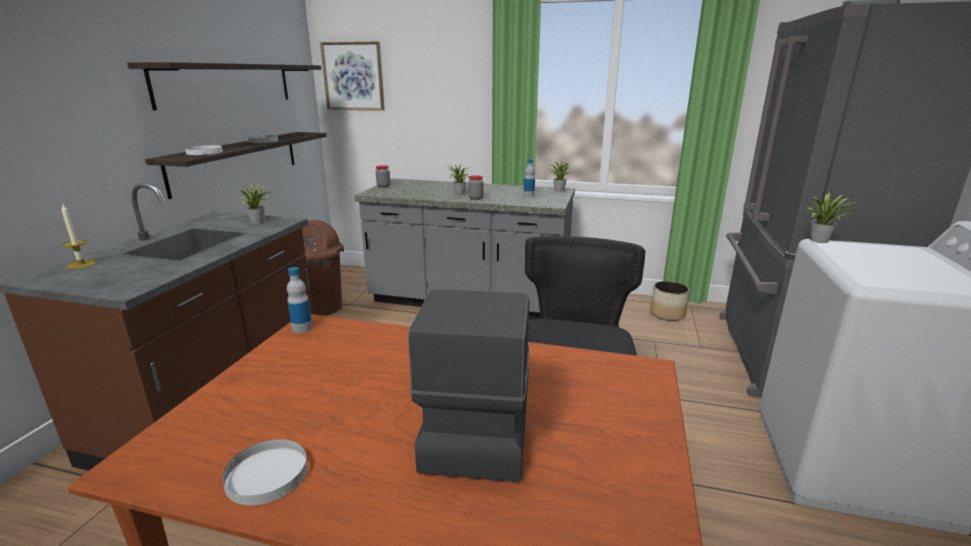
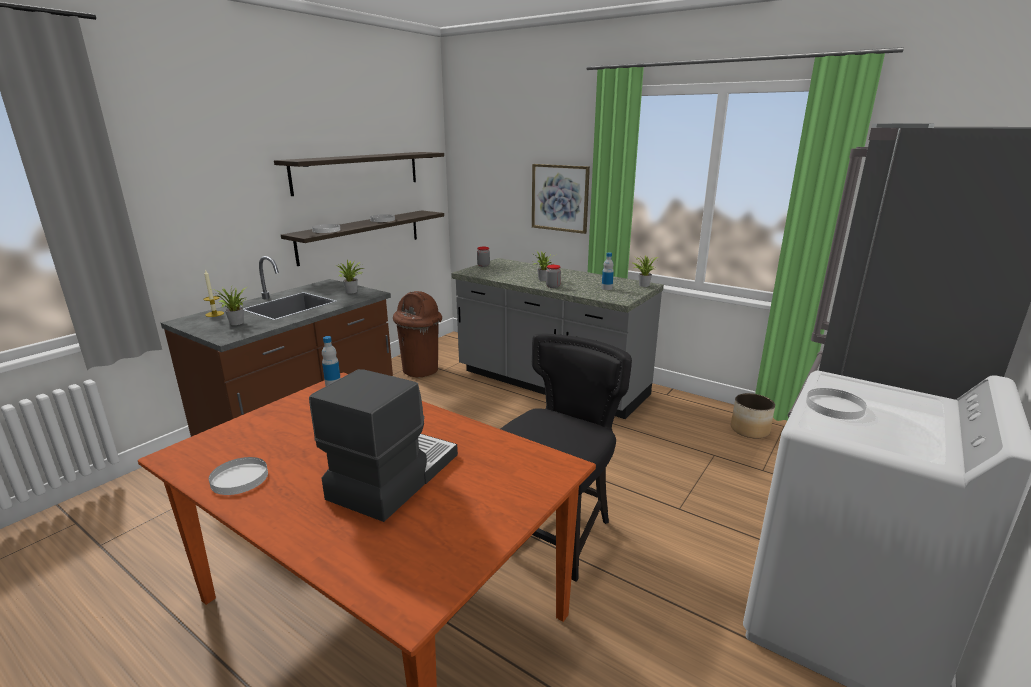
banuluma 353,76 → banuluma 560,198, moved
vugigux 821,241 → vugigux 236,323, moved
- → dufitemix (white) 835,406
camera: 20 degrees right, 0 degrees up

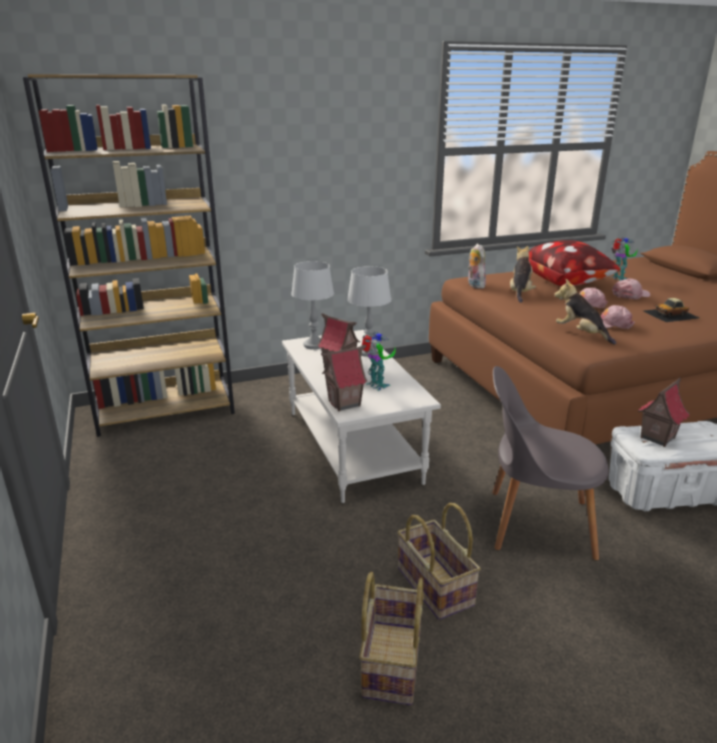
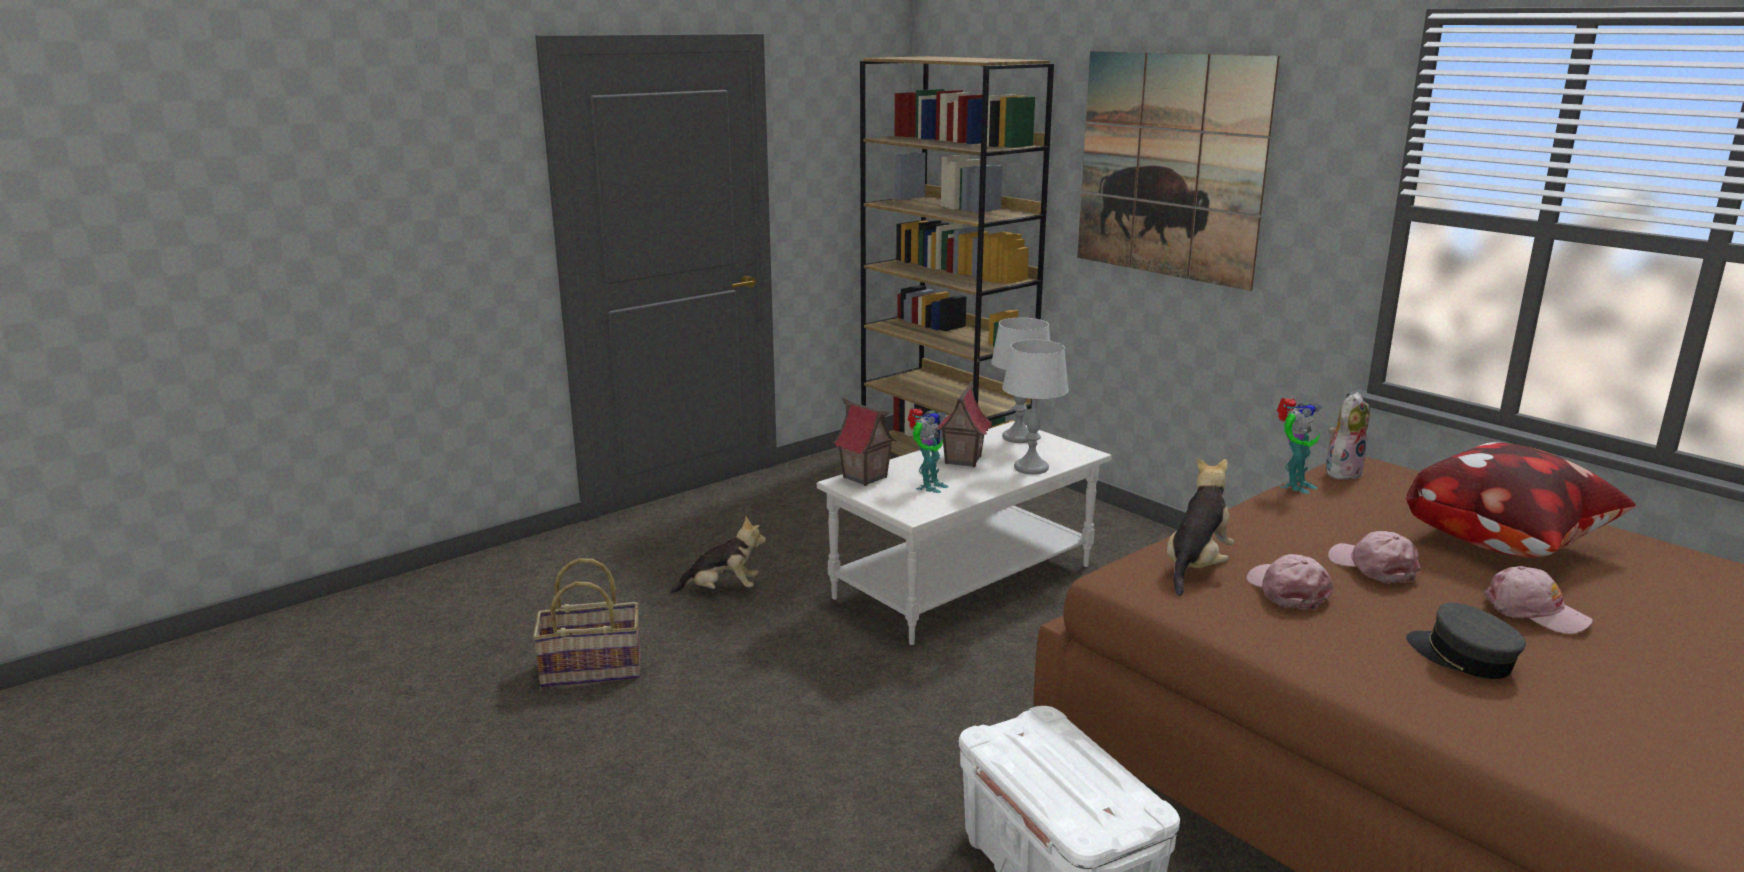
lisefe 618,278 → lisefe 1293,485, moved
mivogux 520,293 → mivogux 722,590, moved
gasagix 671,314 → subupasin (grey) 1462,657
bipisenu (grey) 535,523 → -
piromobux 657,437 → -
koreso 433,586 → -
- → banuluma 1170,166
camera: 70 degrees right, 5 degrees down

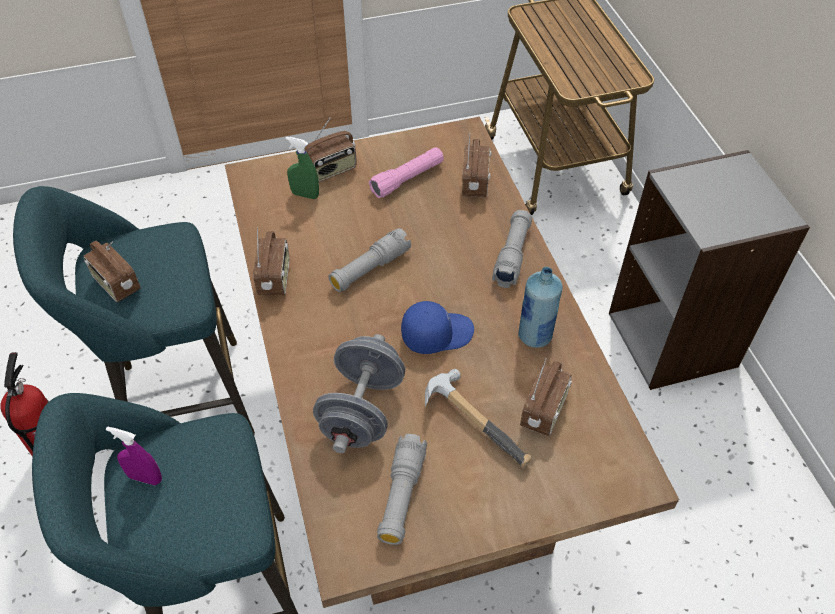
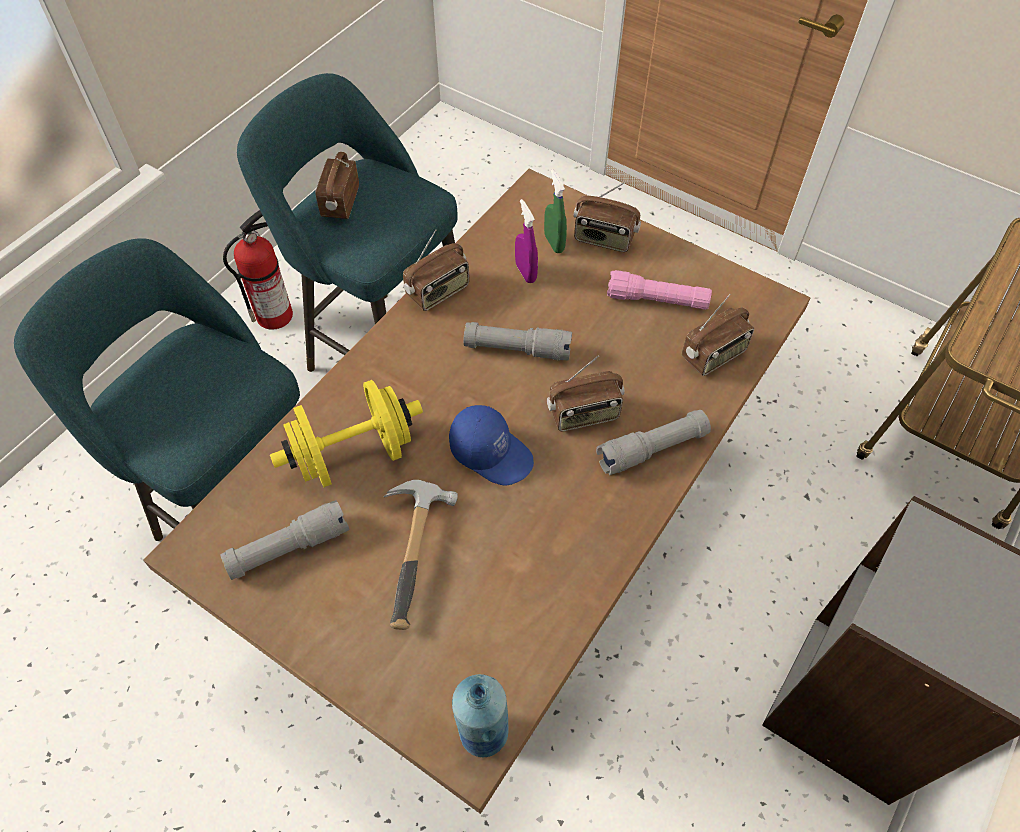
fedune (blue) 535,336 → fedune (blue) 482,733, moved
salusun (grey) 361,410 → salusun (yellow) 353,455
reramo 544,411 → reramo 584,415, moved
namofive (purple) 145,478 → namofive (purple) 525,273, moved
camera: 50 degrees right, 5 degrees up

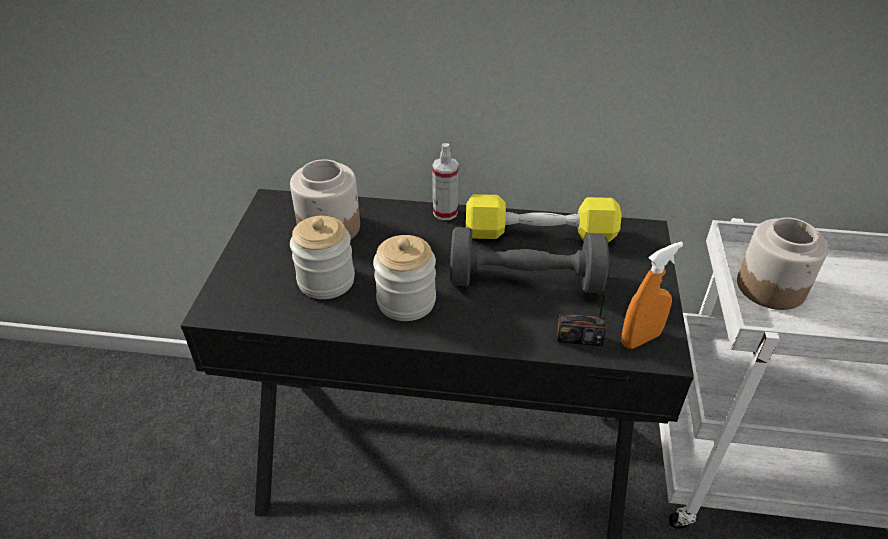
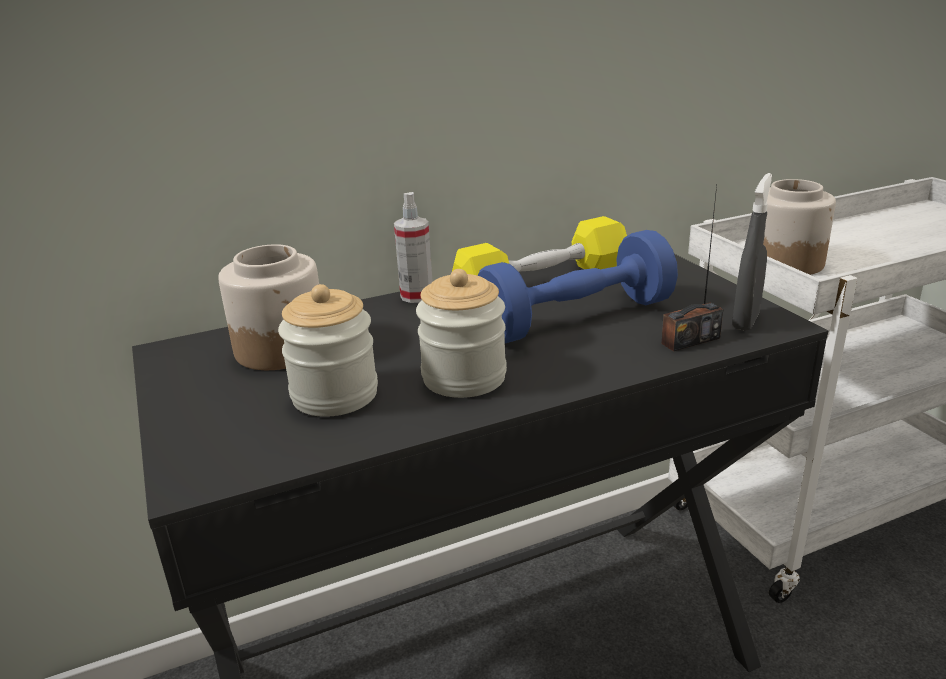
salusun (grey) 525,281 → salusun (blue) 576,319
namofive (orange) 640,339 → namofive (grey) 745,321
camera: 30 degrees left, 15 degrees down

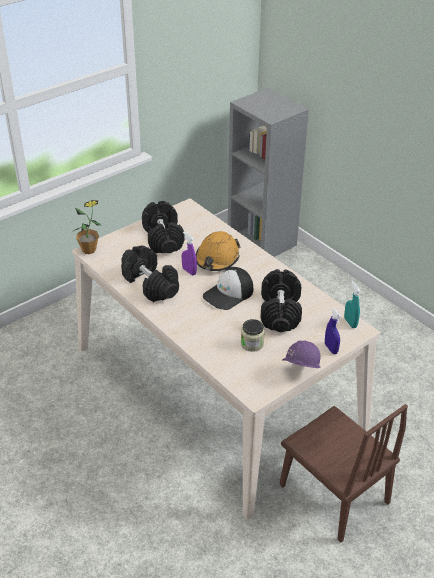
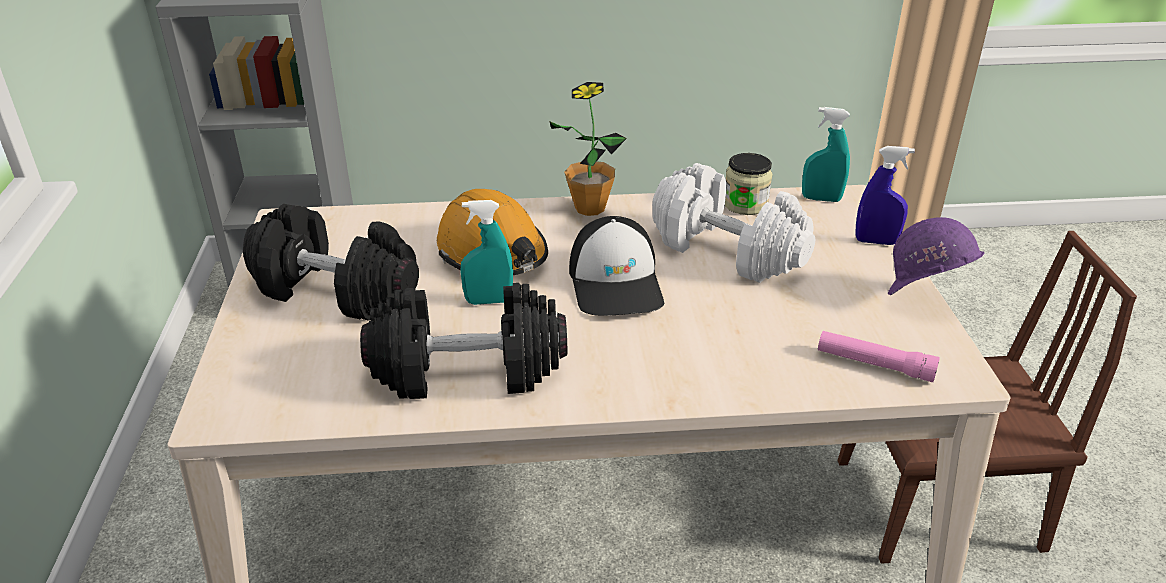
vugigux 89,250 → vugigux 590,208, moved
namofive (purple) 189,271 → namofive (turquoise) 488,301
salusun (black) 280,312 → salusun (white) 729,250
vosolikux 252,344 → vosolikux 745,204, moved
- → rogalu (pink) 874,364
camera: 55 degrees left, 5 degrees down

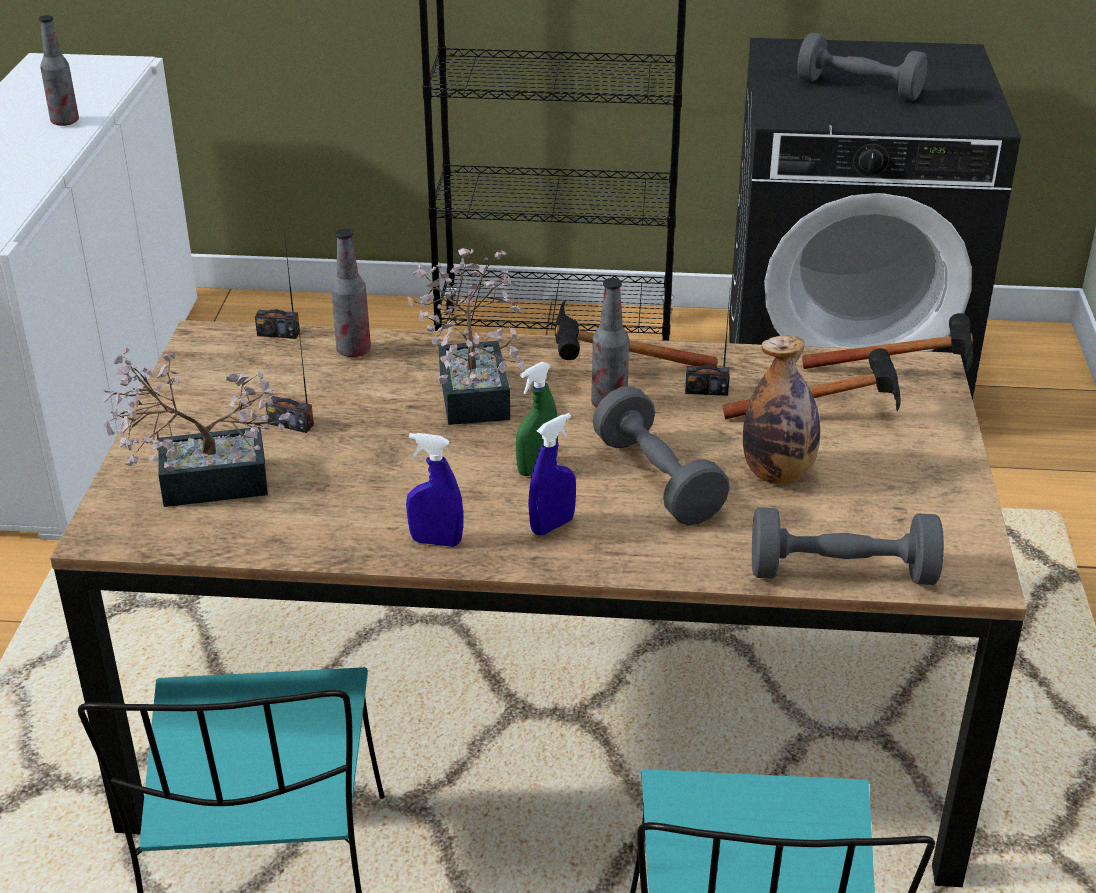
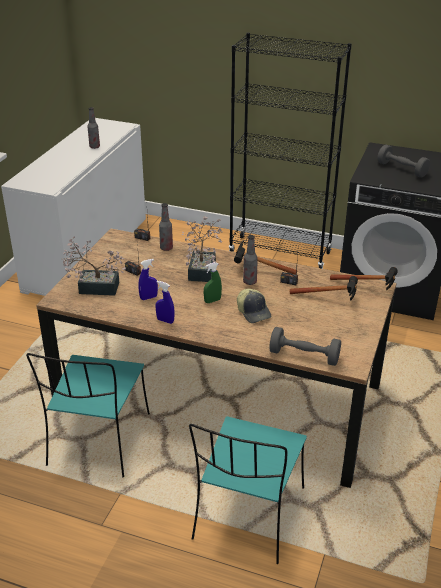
fedune 778,474 → -
salusun (grey) 657,480 → subupasin 254,312
namofive (blue) 552,526 → namofive (blue) 148,297, moved
camera: 15 degrees right, 0 degrees up

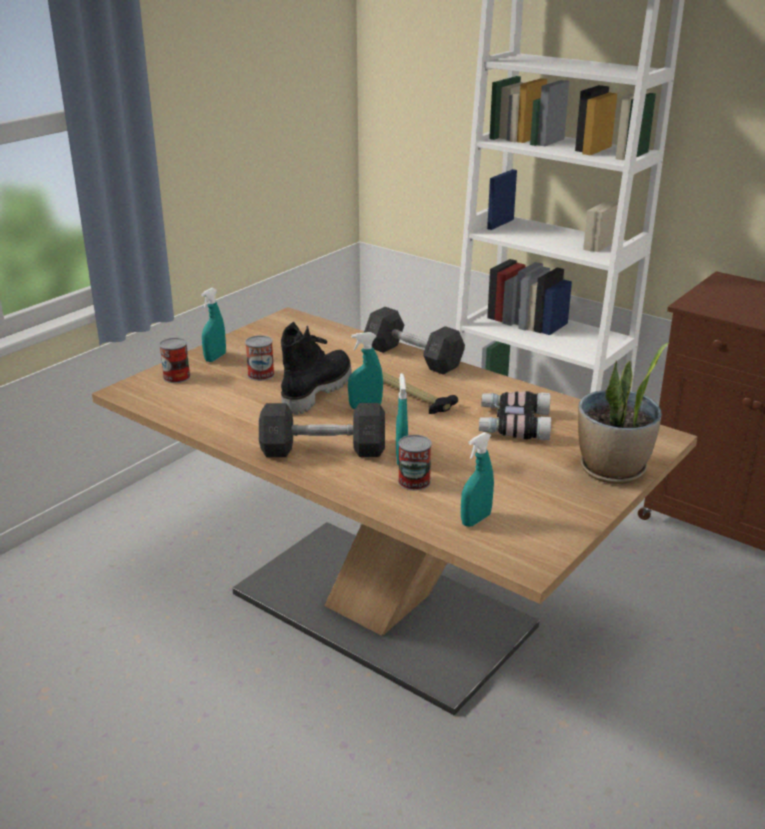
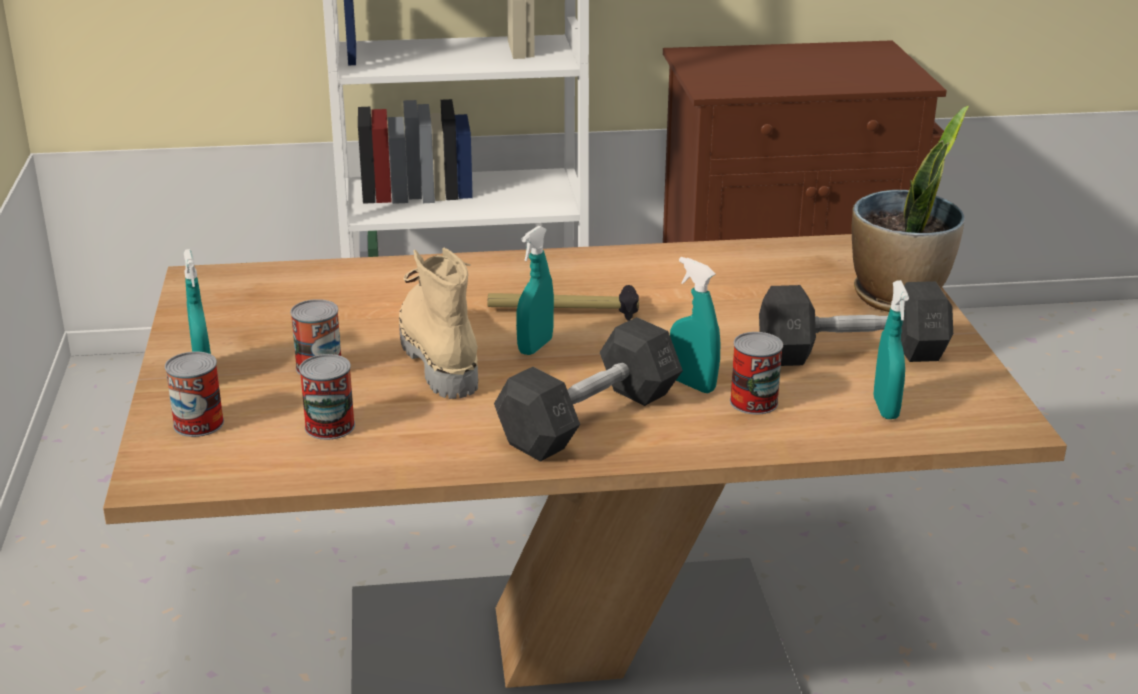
salusun (grey) 413,357 → salusun (grey) 851,354, moved
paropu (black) 315,391 → paropu (beige) 437,356
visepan 512,424 → -
- → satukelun 330,426
camera: 45 degrees left, 0 degrees up

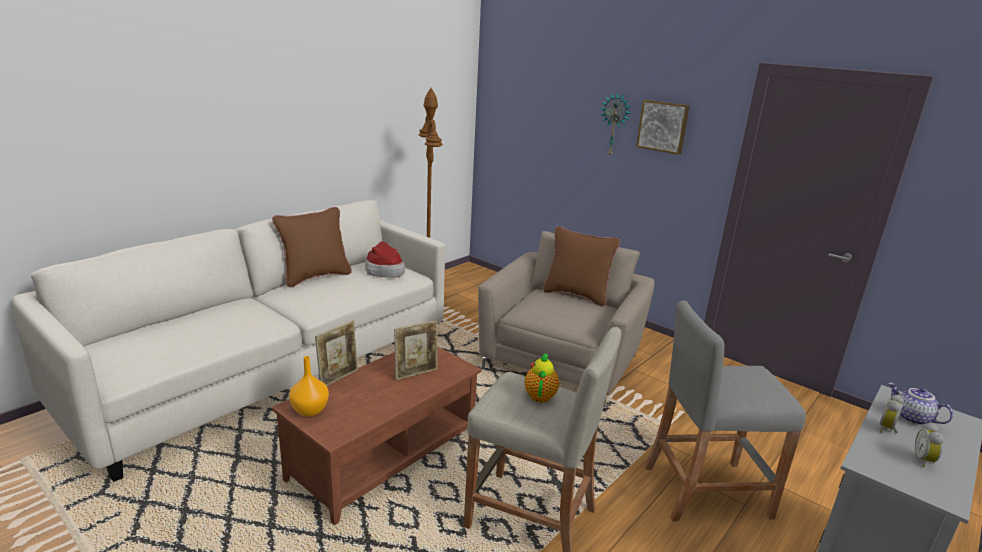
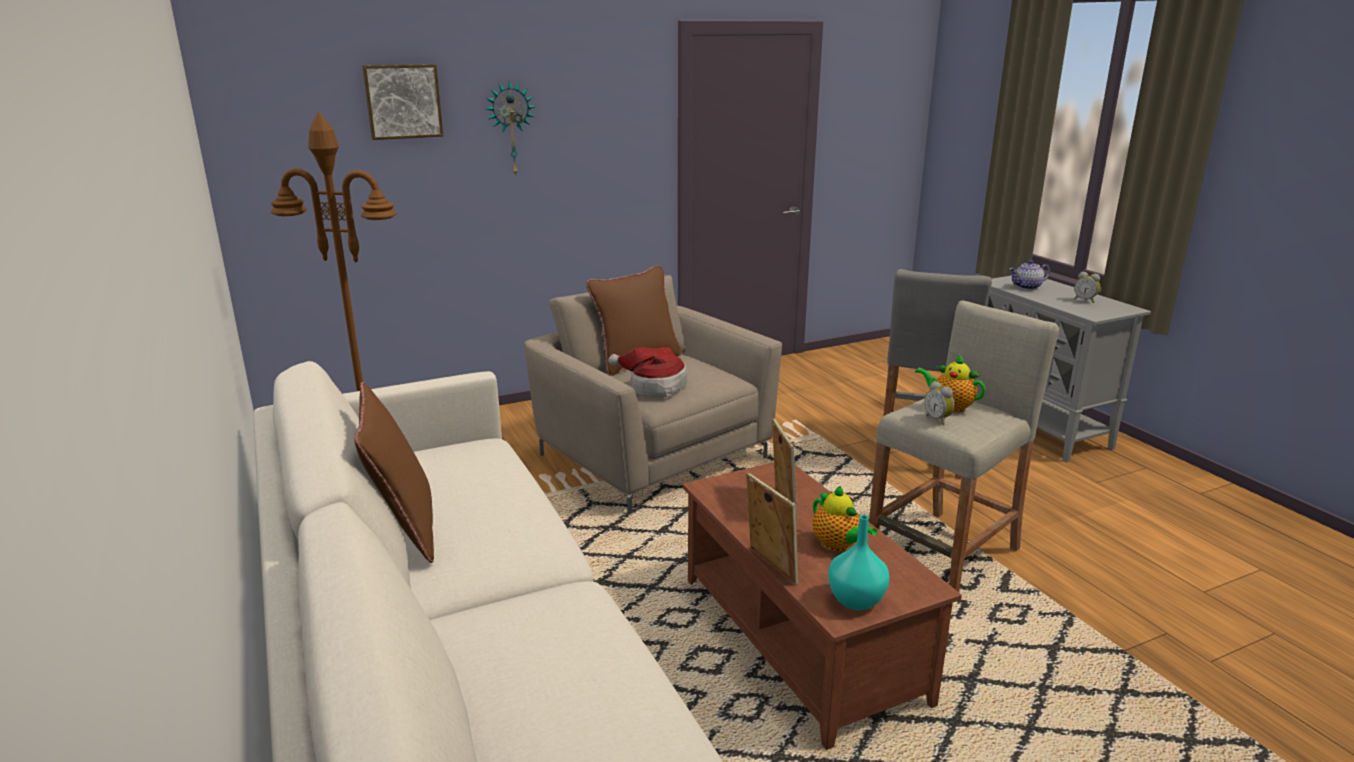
banuluma 663,126 → banuluma 403,101, moved
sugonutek 385,270 → sugonutek 653,386, moved
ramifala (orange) 310,410 → ramifala (turquoise) 855,600
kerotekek 887,429 → kerotekek 938,419, moved
- → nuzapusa 837,545
camera: 65 degrees left, 0 degrees up

